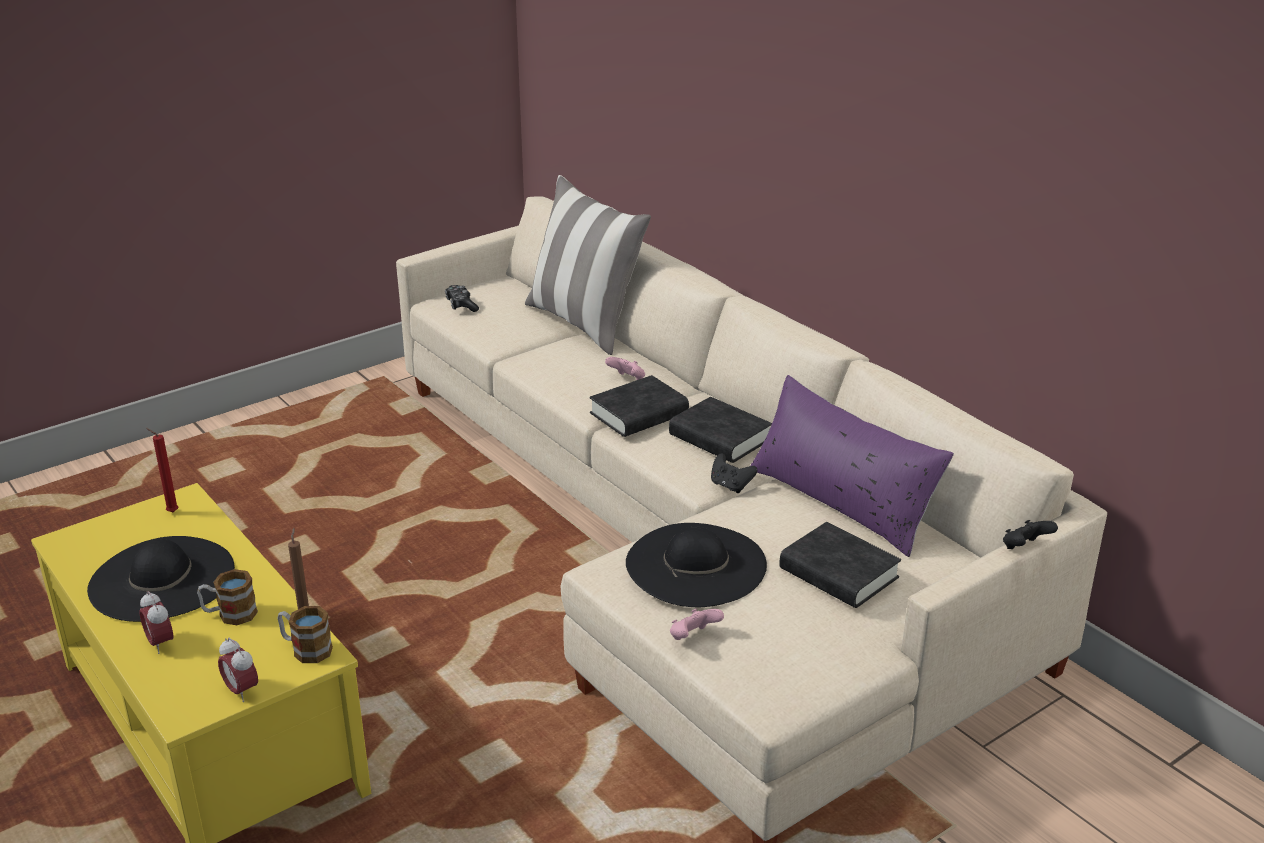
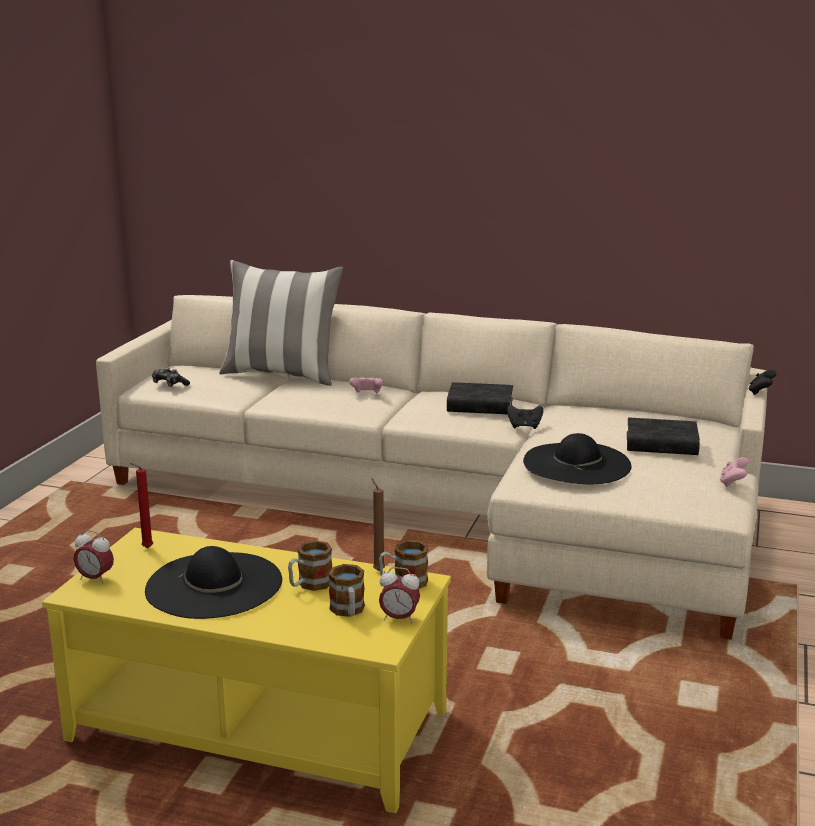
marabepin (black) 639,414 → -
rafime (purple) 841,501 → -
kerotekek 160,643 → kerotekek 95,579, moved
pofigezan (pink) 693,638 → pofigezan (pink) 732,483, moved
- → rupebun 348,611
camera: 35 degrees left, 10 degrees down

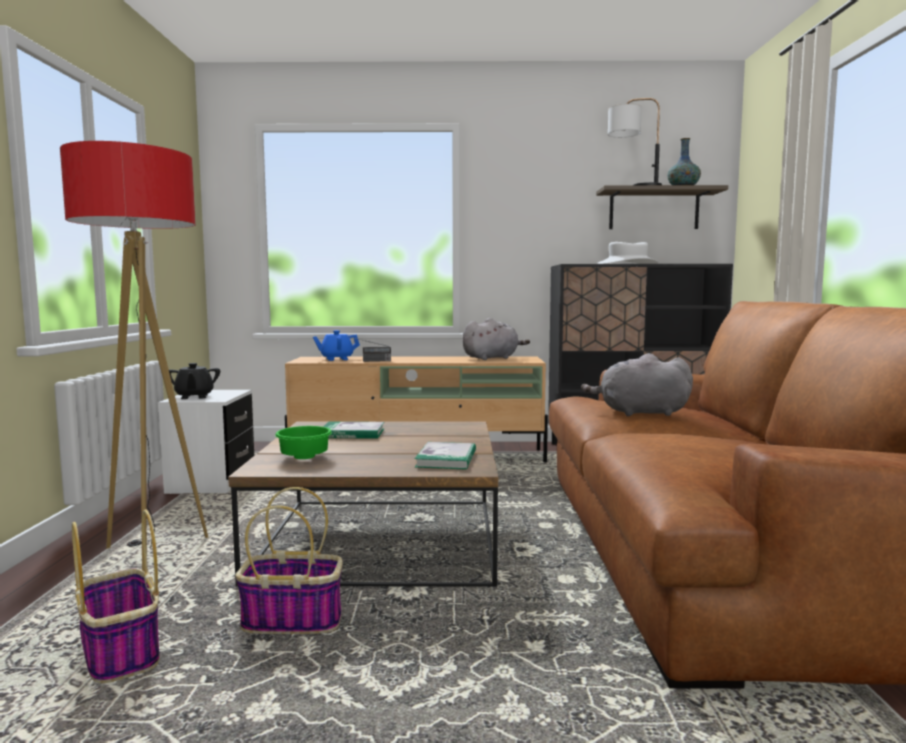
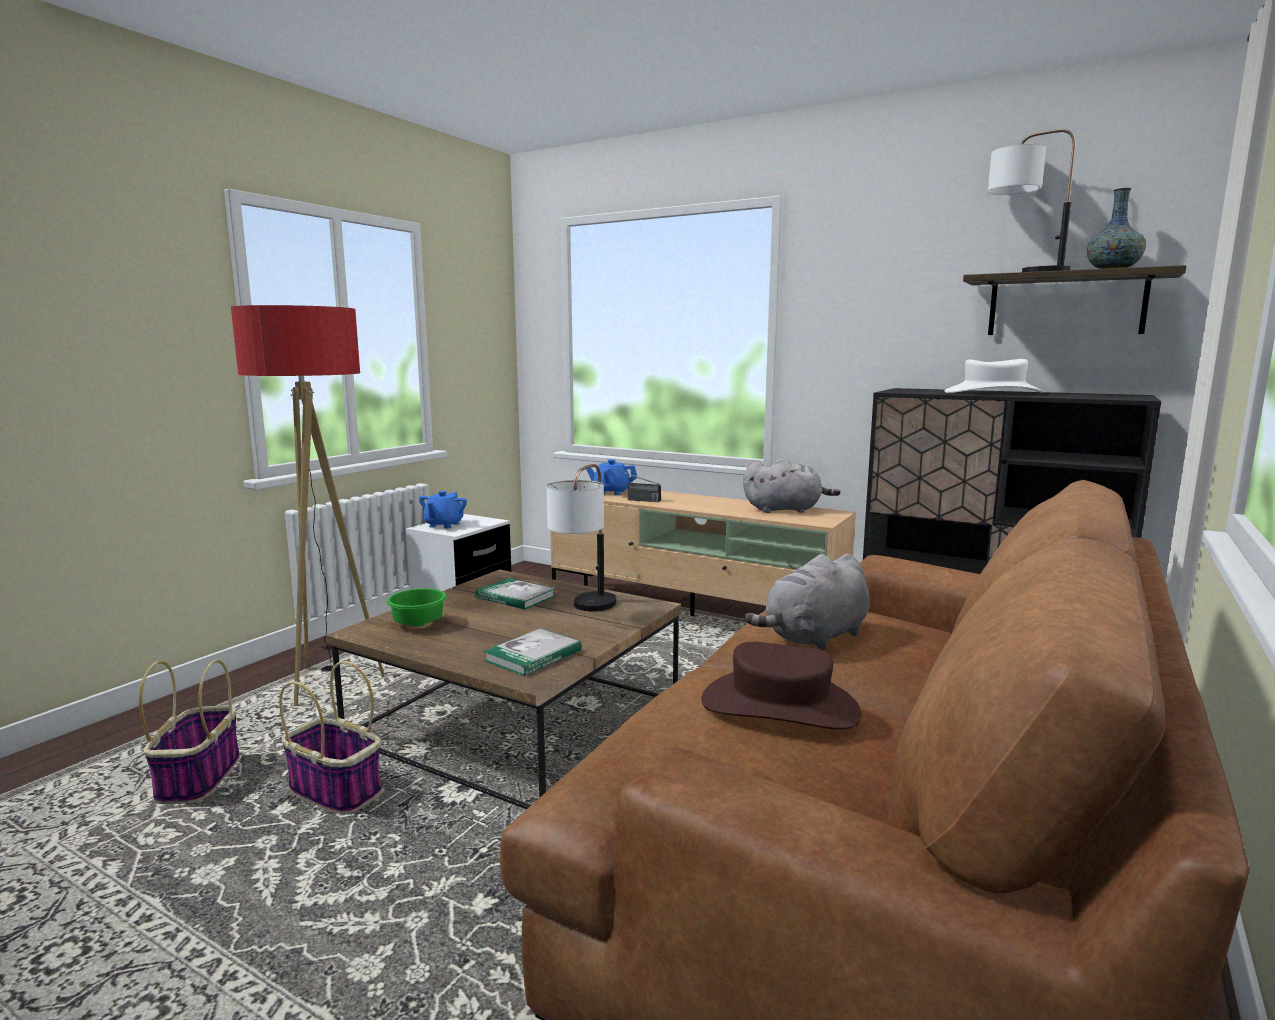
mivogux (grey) 639,413 → mivogux (grey) 814,637, 75 degrees counterclockwise
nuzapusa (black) 194,397 → nuzapusa (blue) 443,525
- → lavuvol 584,611
- → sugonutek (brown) 780,706
camera: 30 degrees right, 5 degrees up

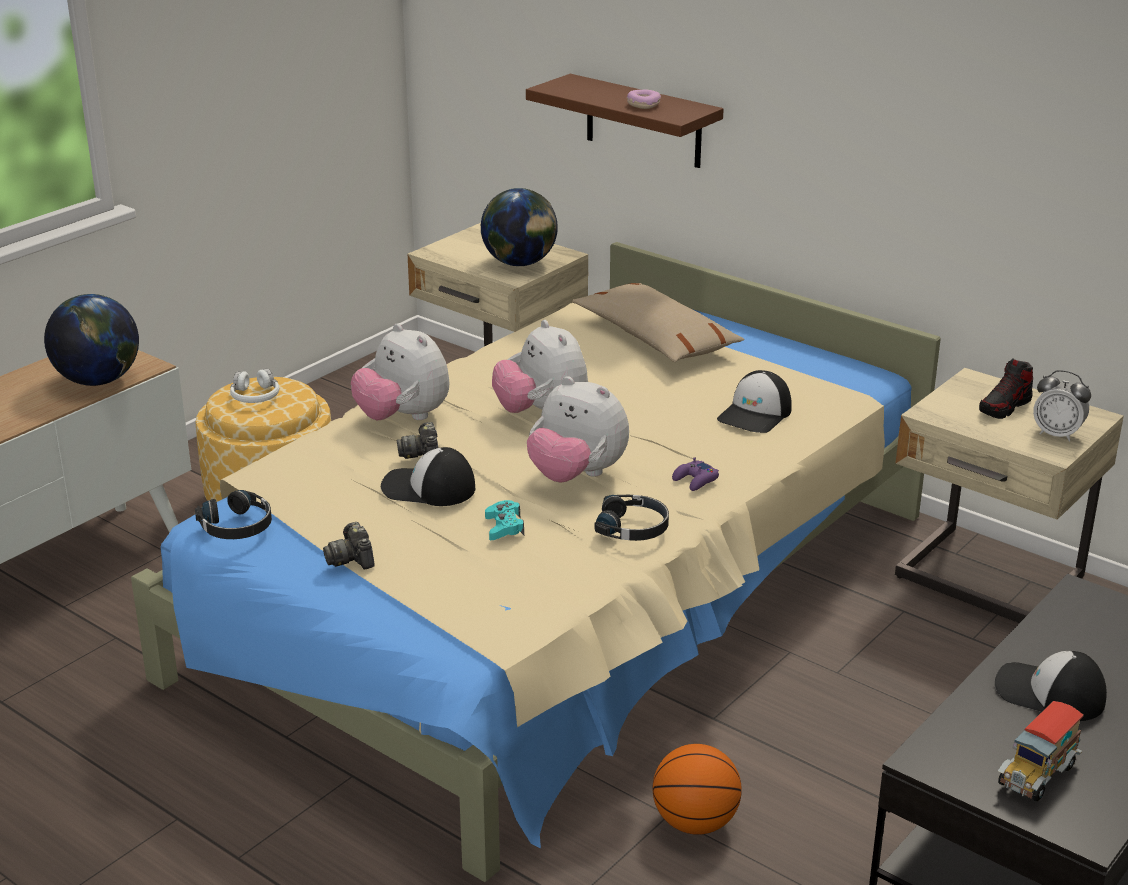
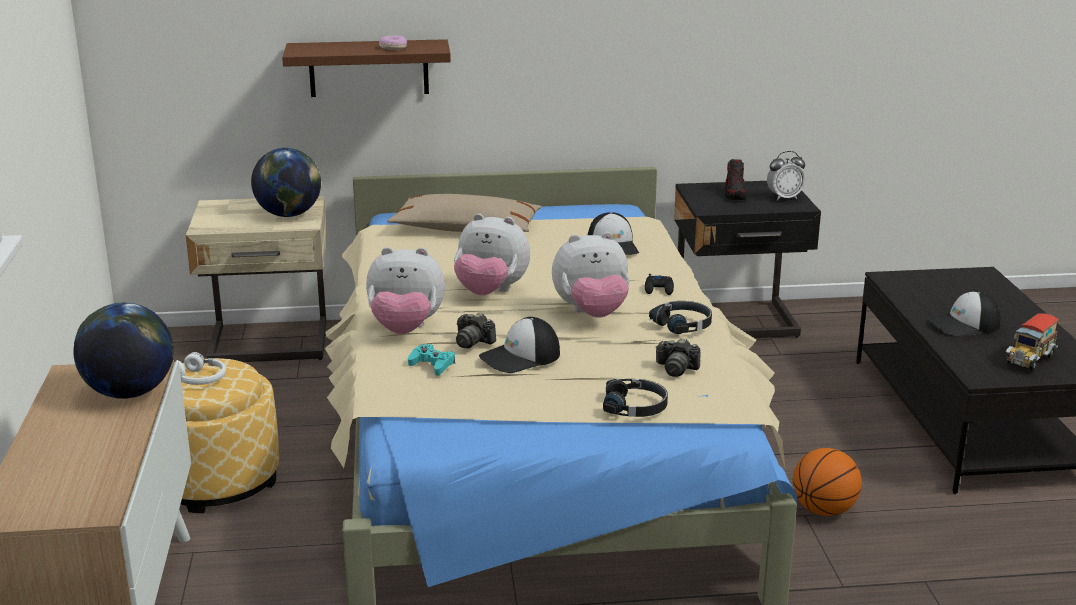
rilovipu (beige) 987,581 → rilovipu (black) 738,324
pofigezan (purple) 695,480 → pofigezan (black) 659,289
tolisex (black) 237,526 → tolisex (black) 635,407, moved
pofigezan (turquoise) 504,527 → pofigezan (turquoise) 432,365, moved
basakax 351,559 → basakax 676,369, moved
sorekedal 1036,775 → sorekedal 1028,360, 45 degrees clockwise
camera: 45 degrees left, 5 degrees down

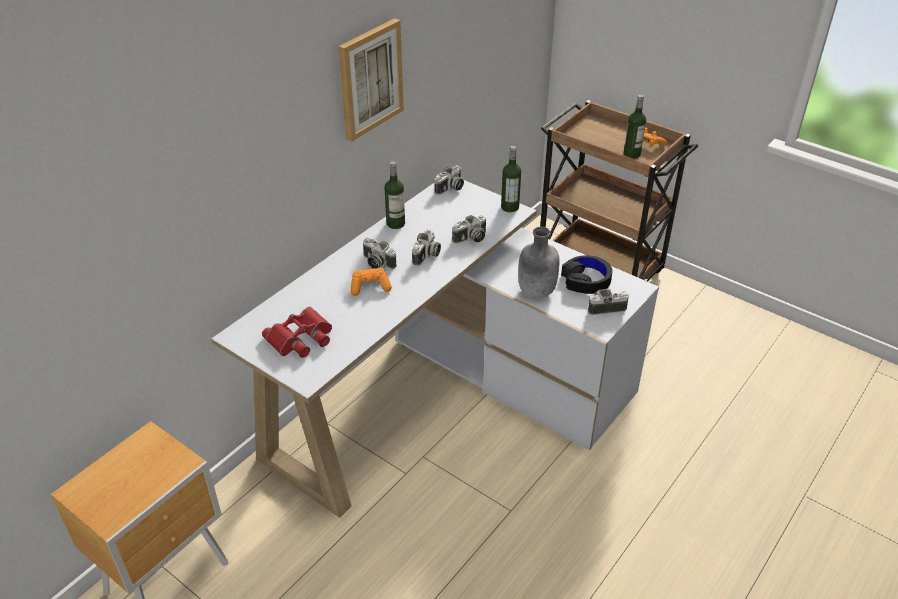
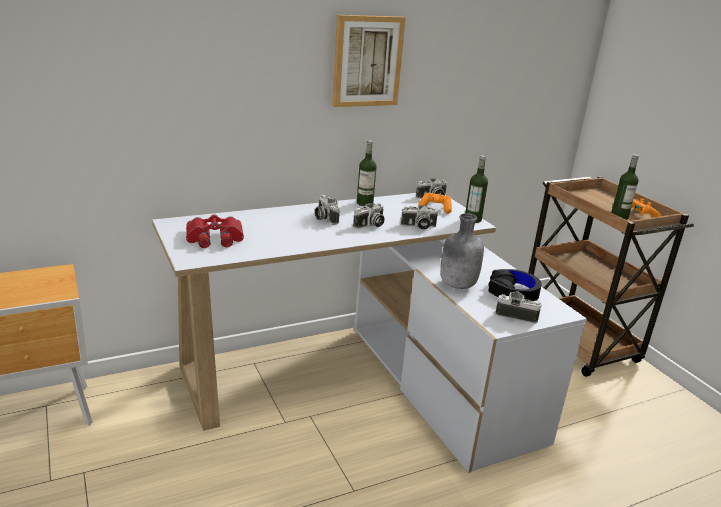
pofigezan (orange) 370,287 → pofigezan (orange) 435,208, moved
camera: 25 degrees right, 15 degrees down

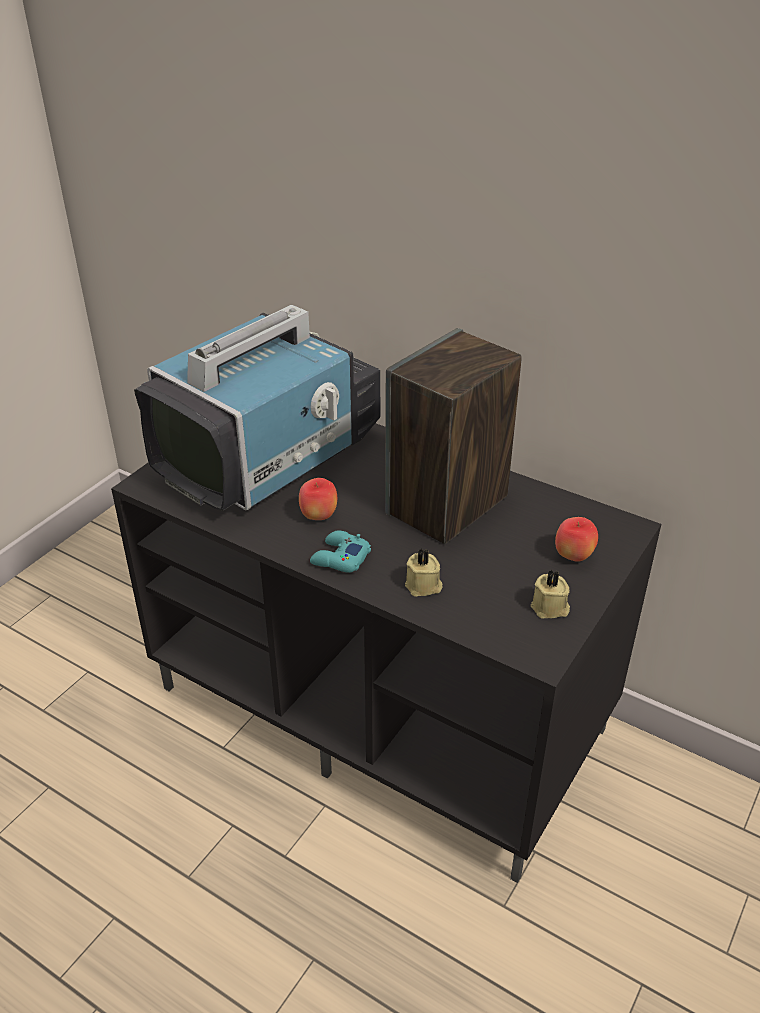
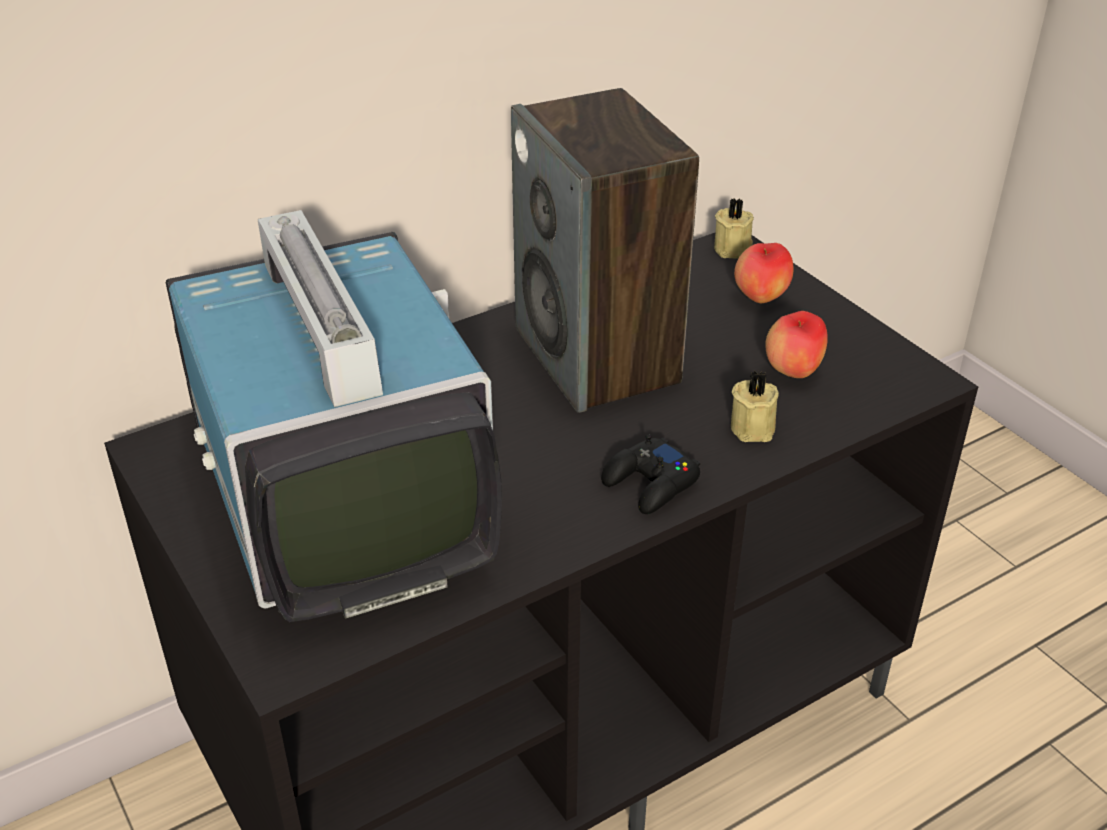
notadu 318,516 → notadu 793,372, moved
pofigezan (turquoise) 340,558 → pofigezan (black) 651,484
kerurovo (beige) 550,608 → kerurovo (beige) 734,248, moved
camera: 65 degrees left, 0 degrees up

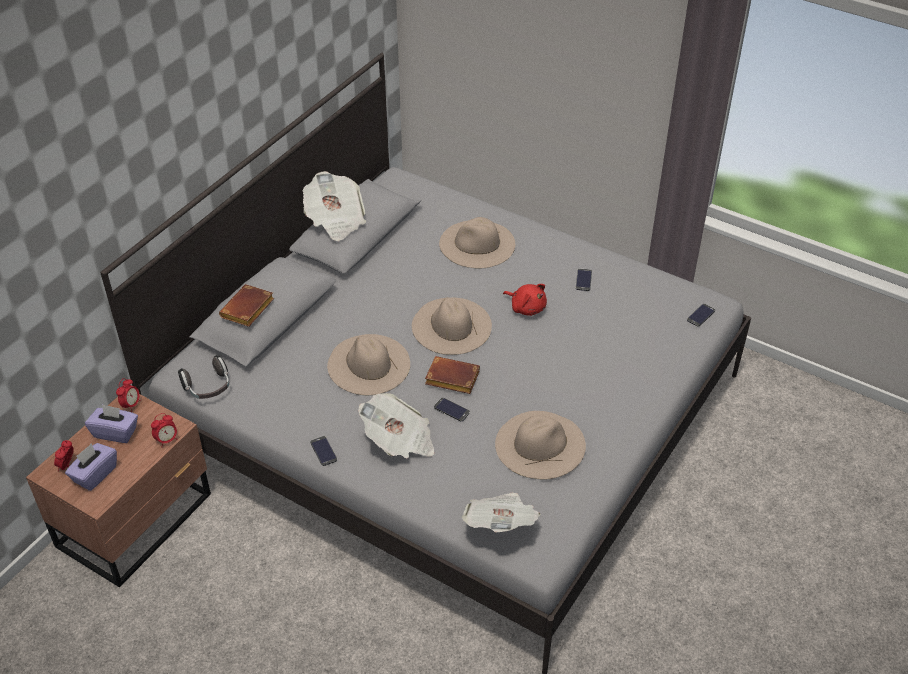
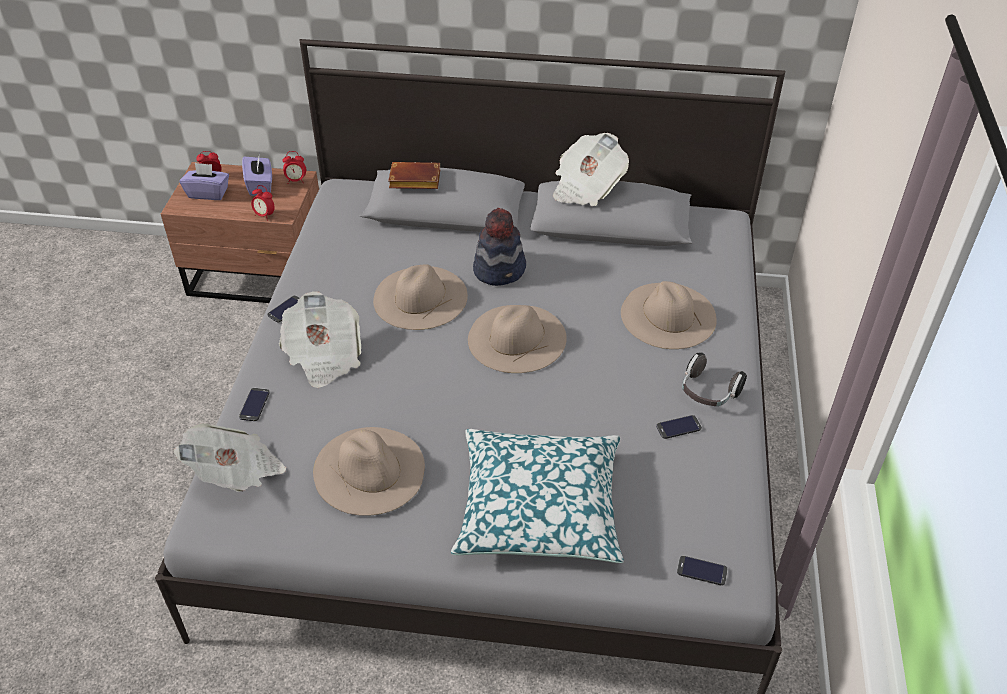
mivogux (red) 526,307 → -
tolisex 208,388 → tolisex 708,393, moved
marabepin (brown) 450,379 → -
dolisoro 451,410 → dolisoro 254,405, moved
- → sugonutek 500,269
- → rafime 539,507
camera: 65 degrees right, 0 degrees up

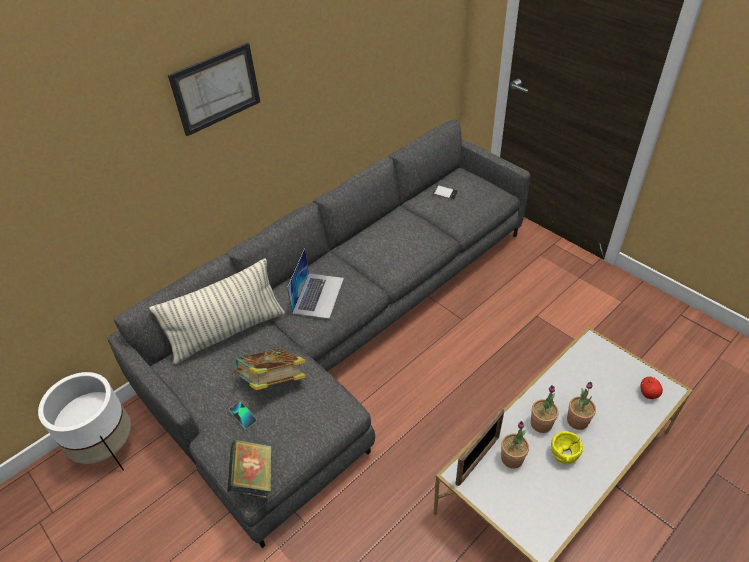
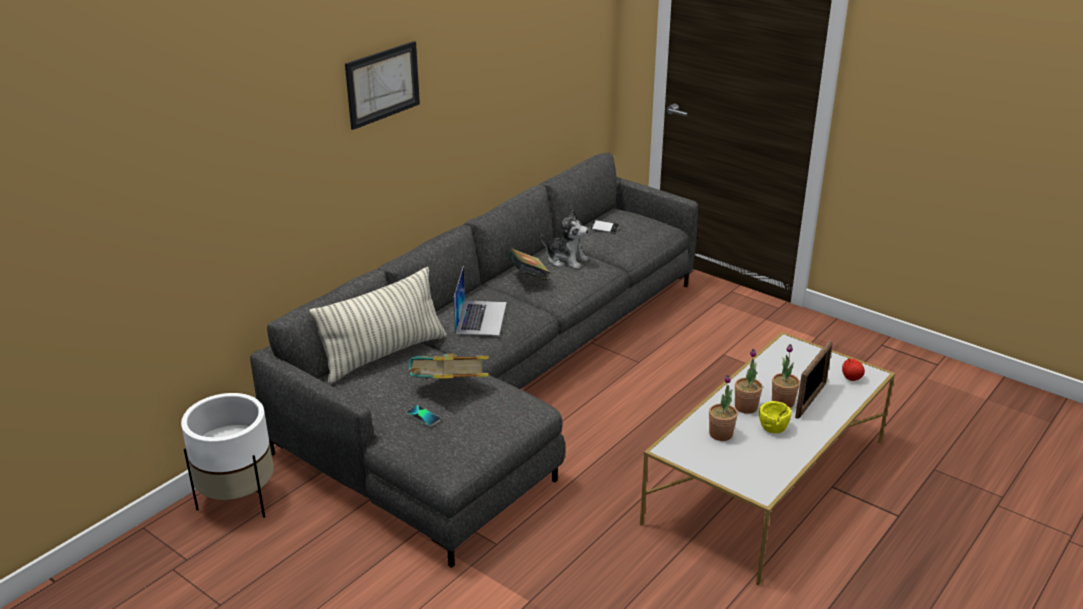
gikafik 478,459 → gikafik 810,400, moved
marabepin 253,477 → marabepin 528,278, moved
- → mivogux 566,260
camera: 10 degrees left, 15 degrees down

